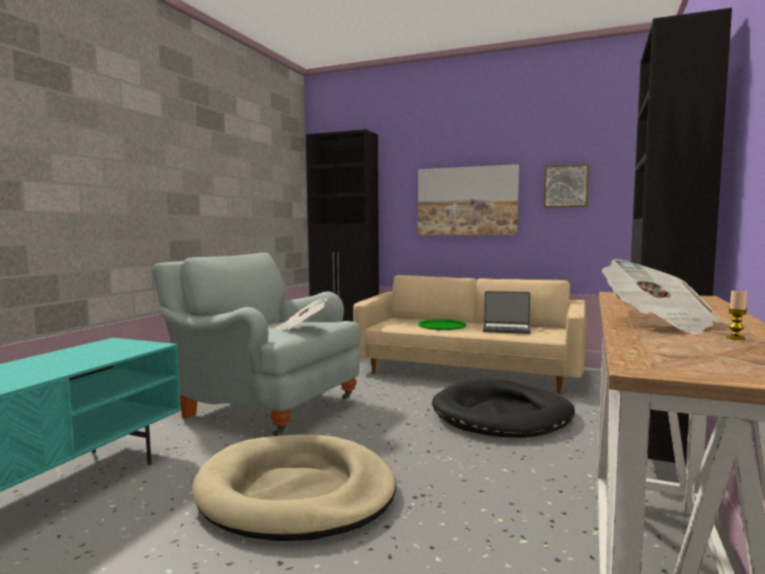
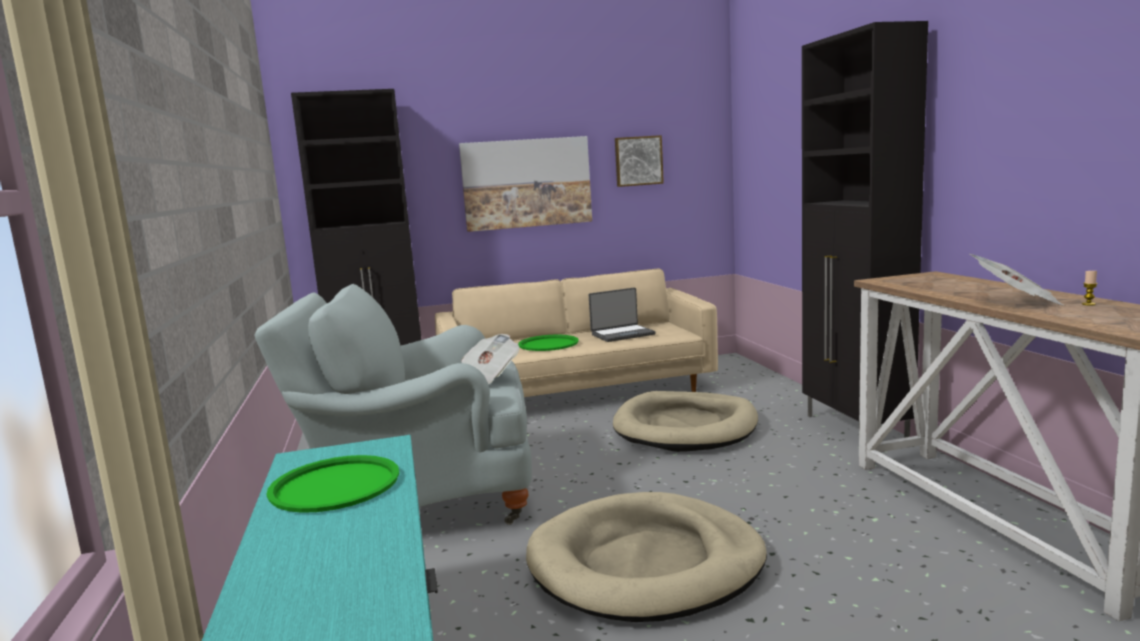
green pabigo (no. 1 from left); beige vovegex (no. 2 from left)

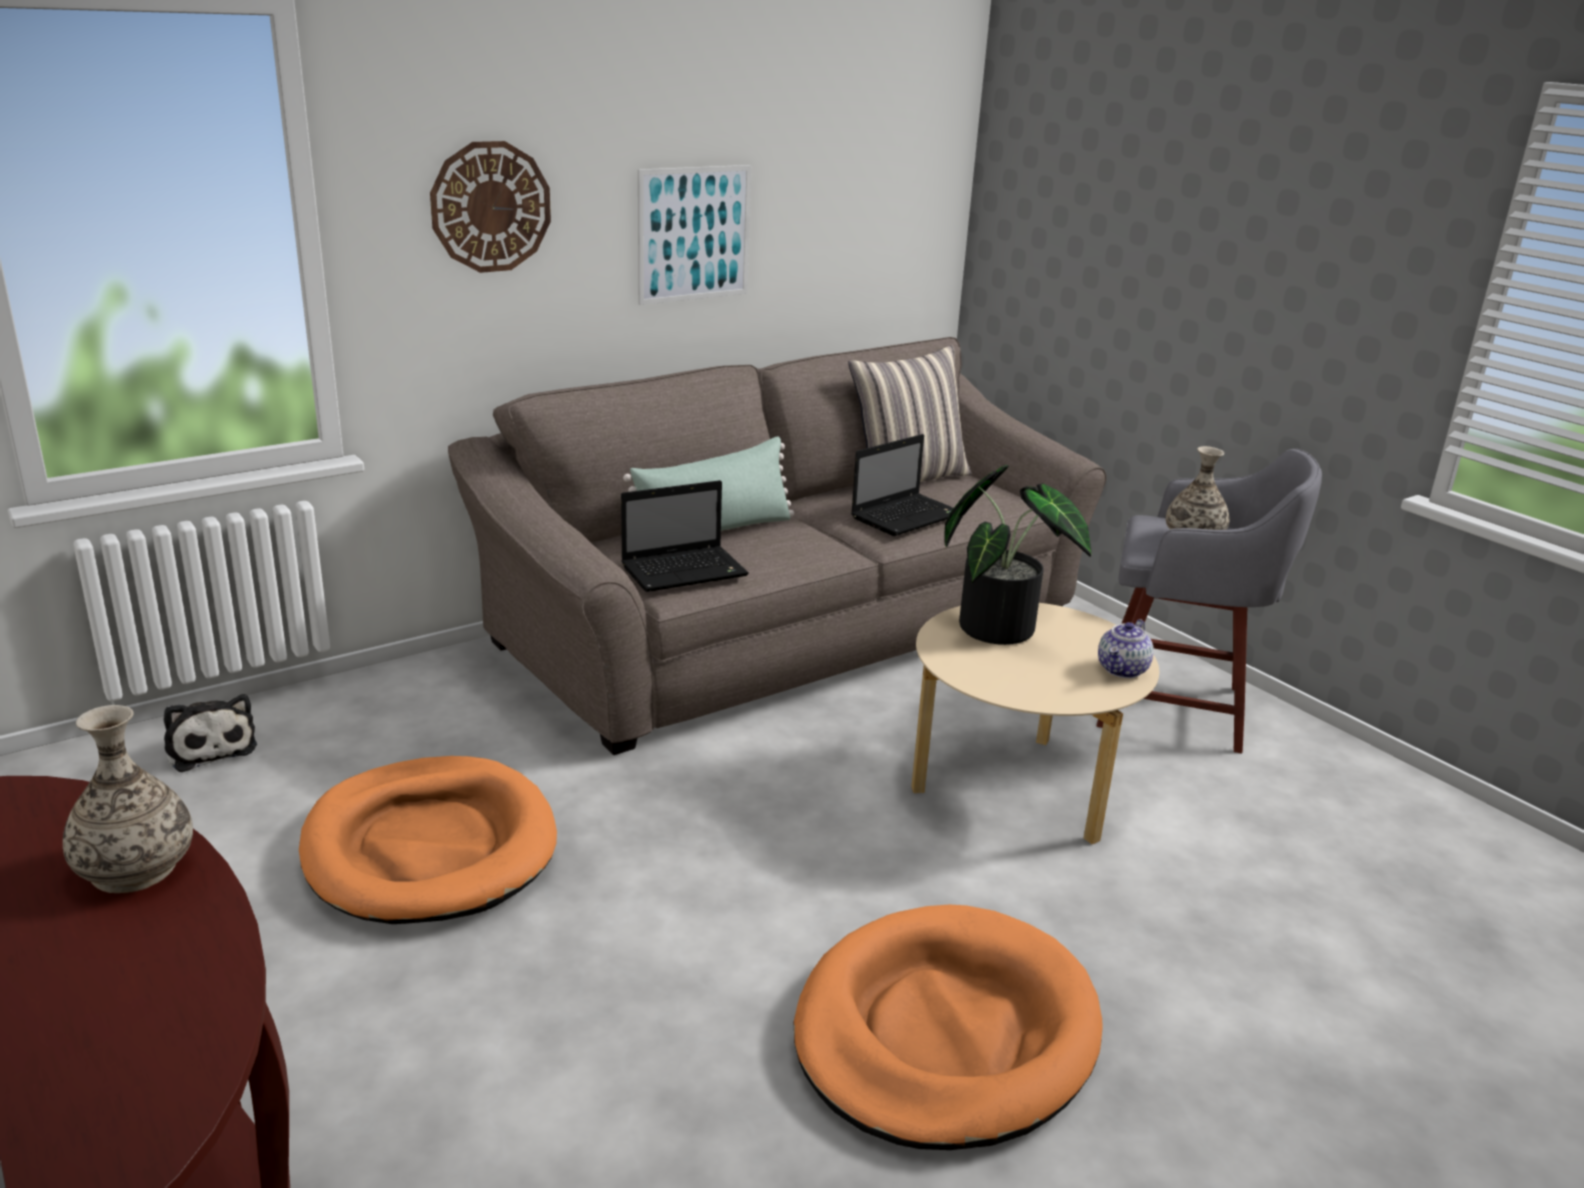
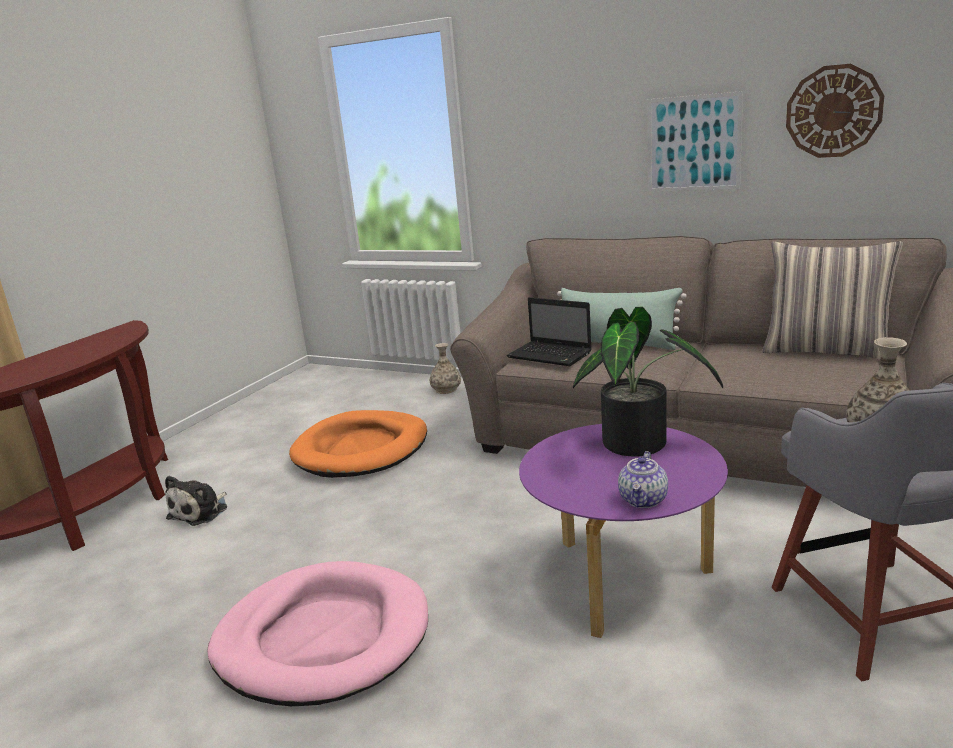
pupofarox (no. 2 from left in the first image); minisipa (no. 1 from left); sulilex; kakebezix; pink vovegex; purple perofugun; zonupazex

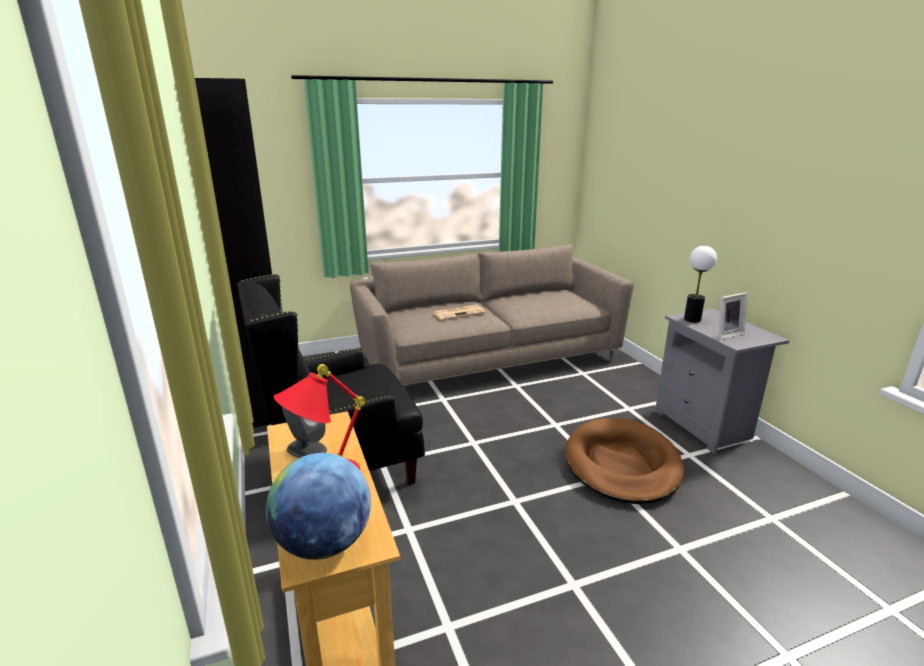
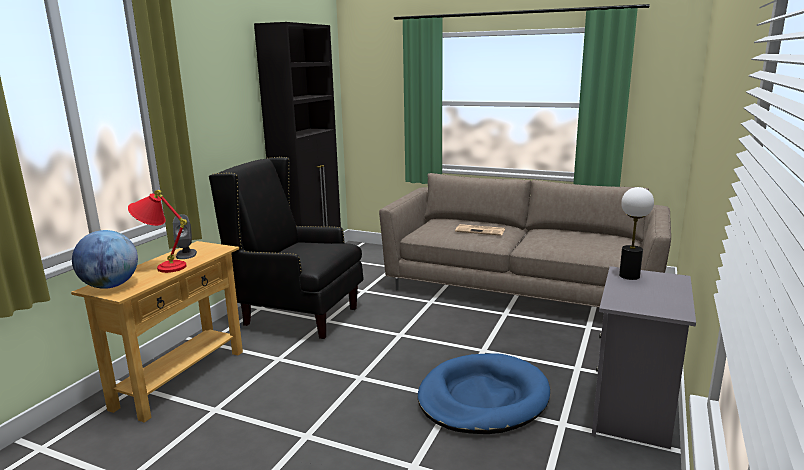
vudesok; blue vovegex

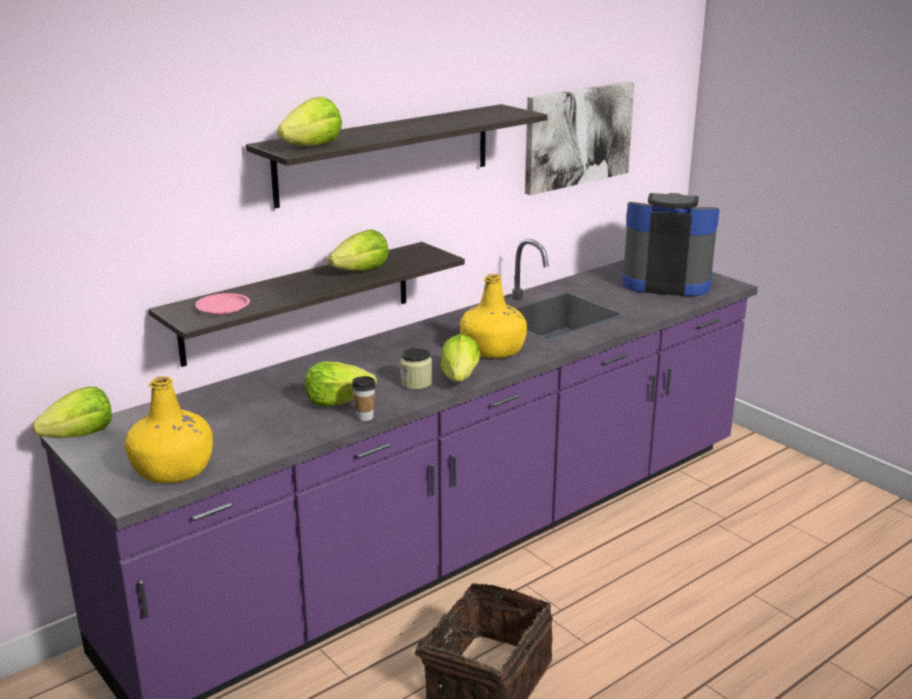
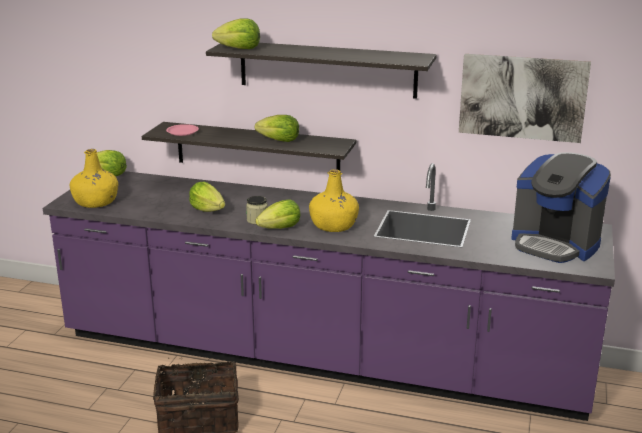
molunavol; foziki

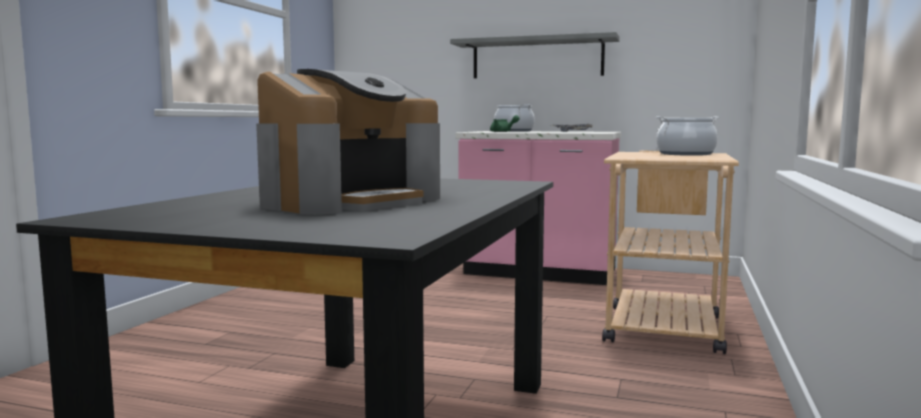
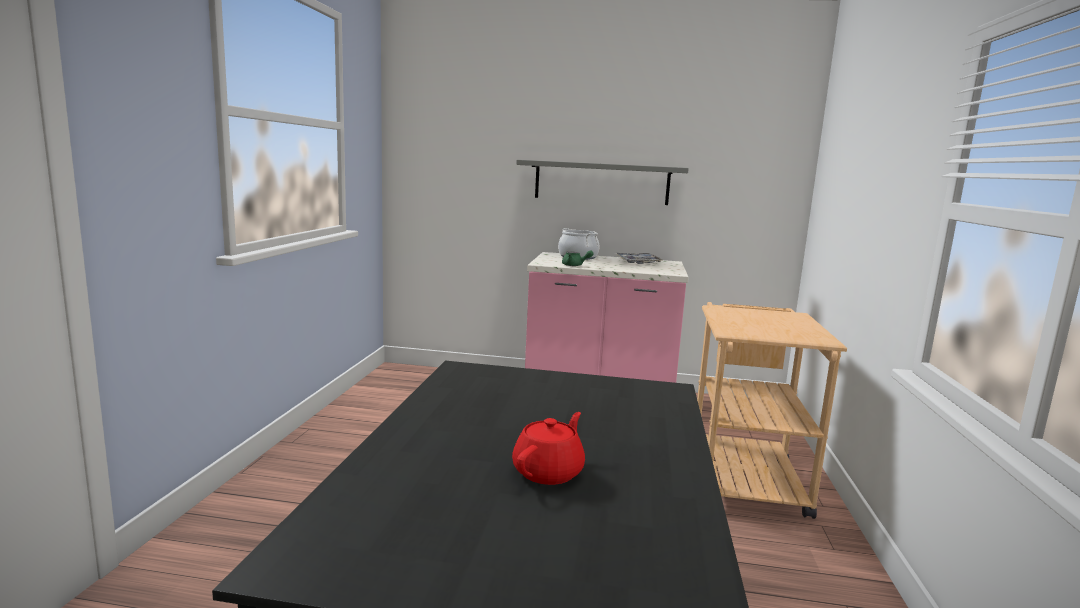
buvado (no. 2 from left in the first image); red zonupazex

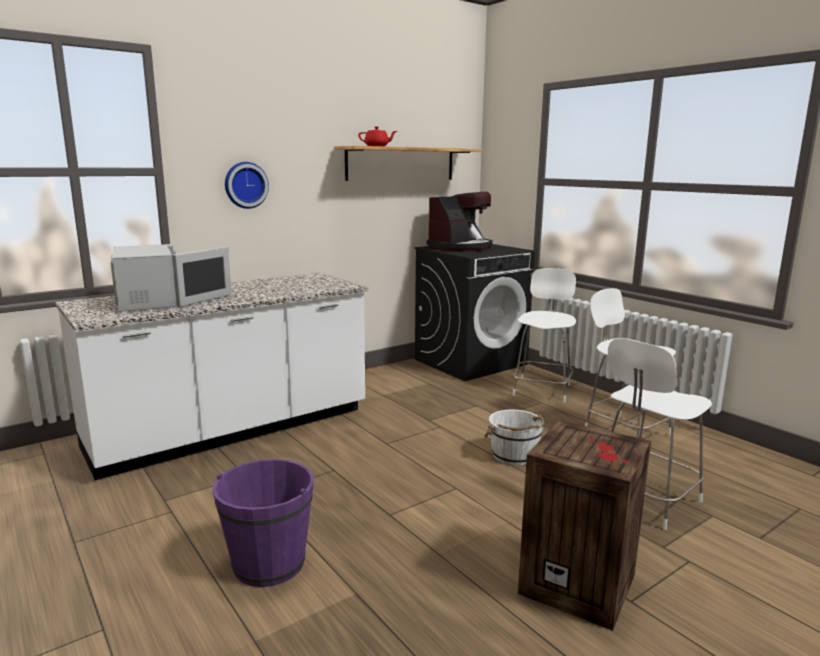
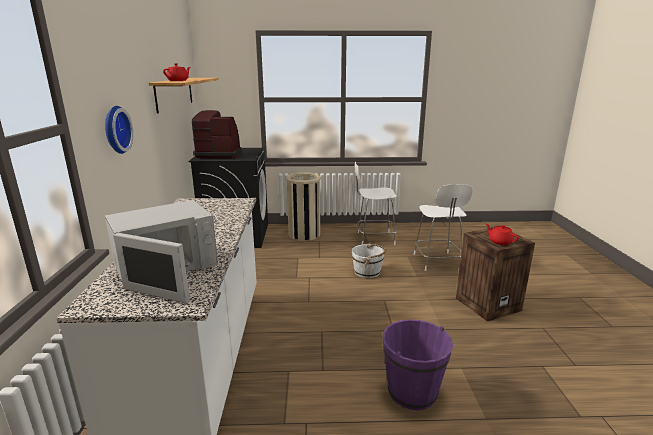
red zonupazex (no. 2 from left); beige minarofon; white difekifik; foziki

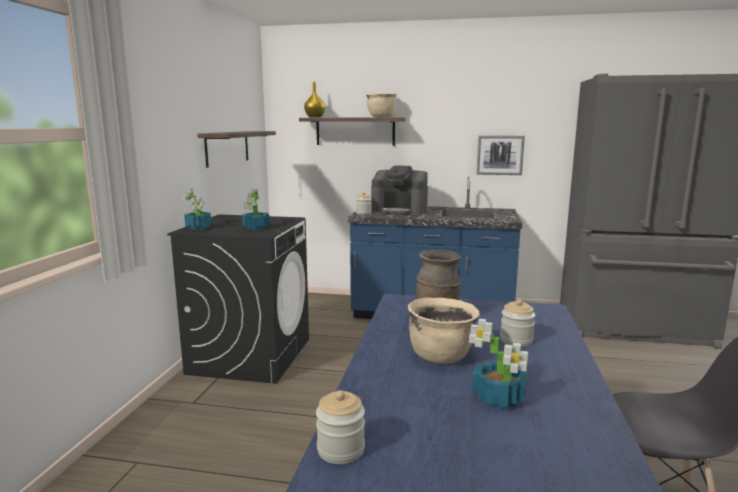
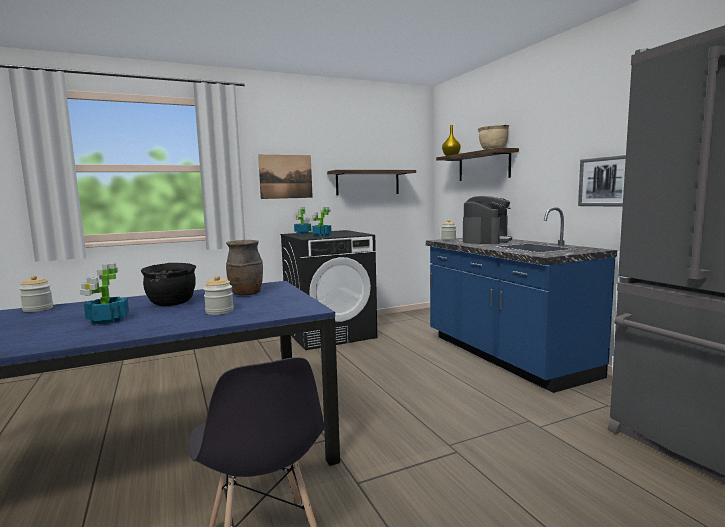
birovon (no. 1 from left); black buvado; foziki

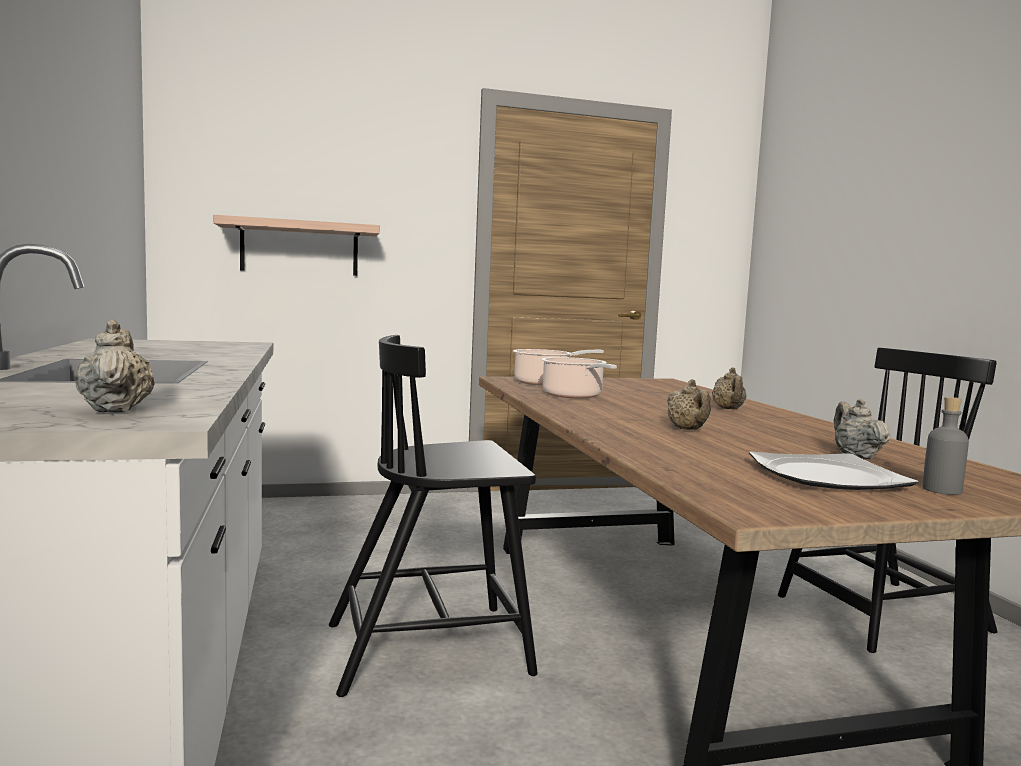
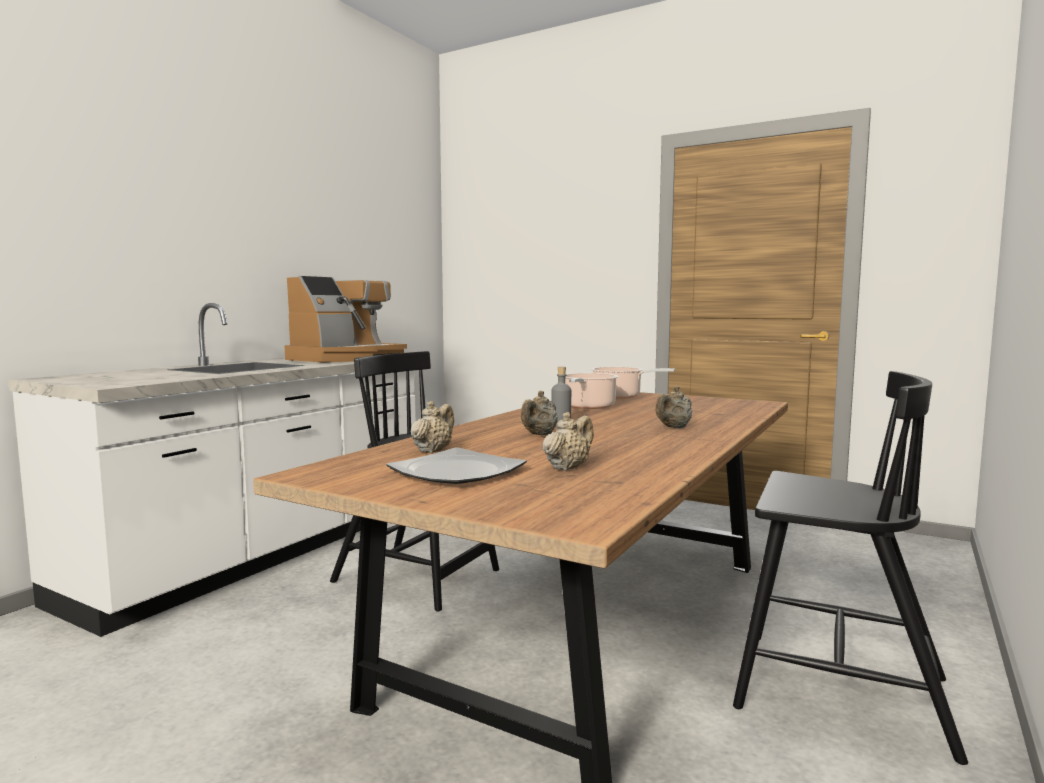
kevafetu; foziki; beige zonupazex (no. 1 from left); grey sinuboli

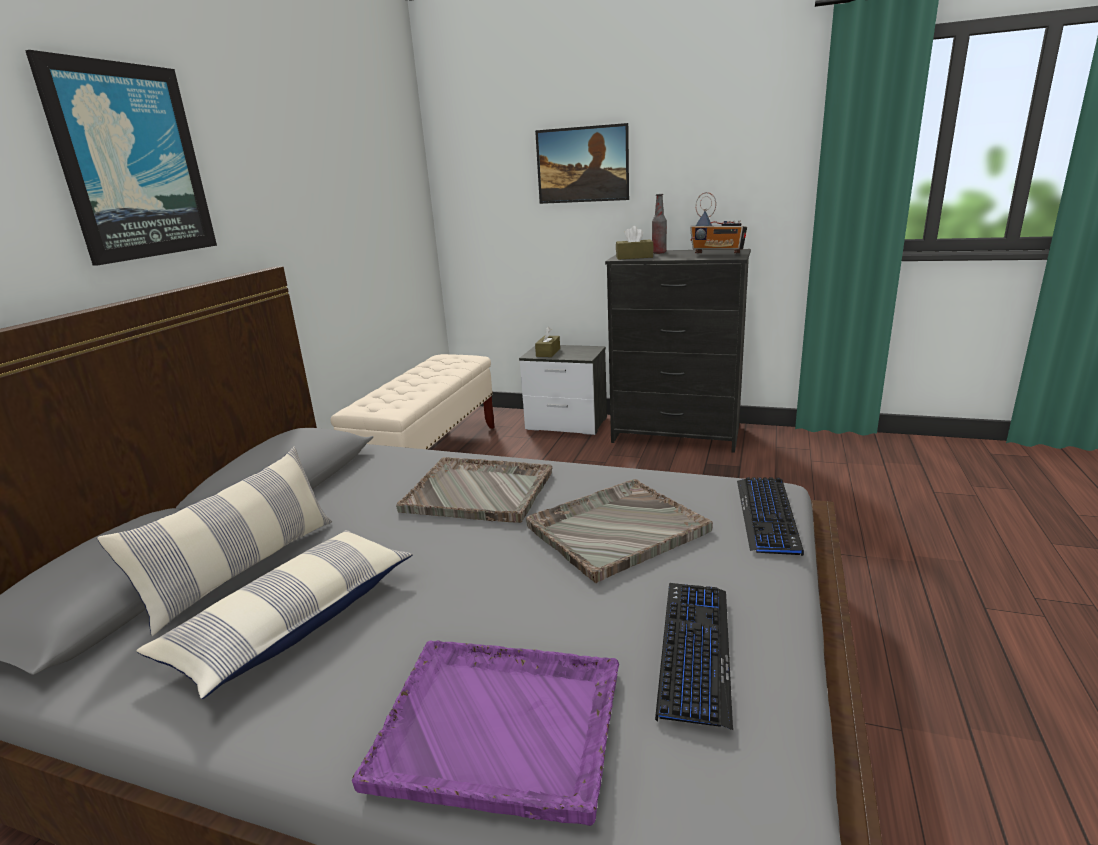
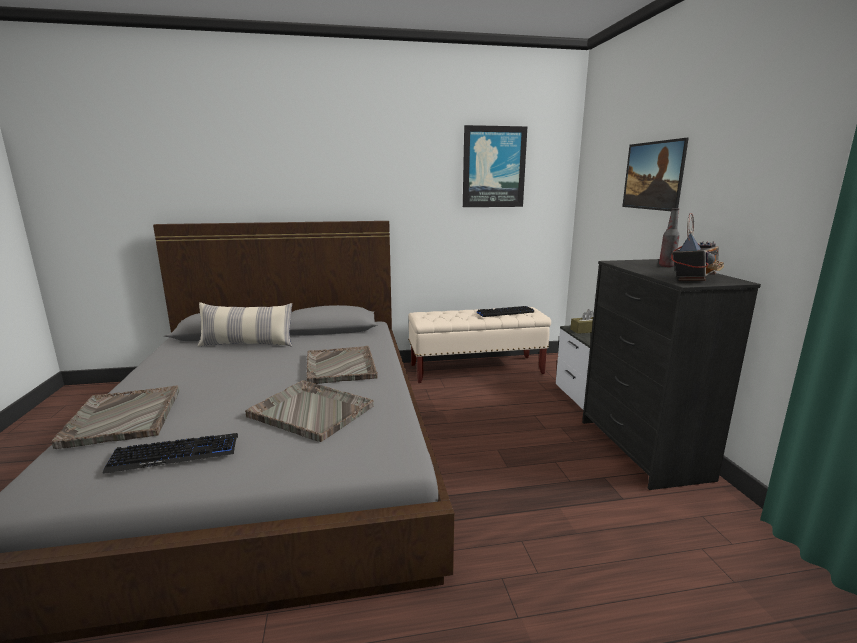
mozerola (no. 2 from left in the first image); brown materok (no. 2 from left in the first image); birovon (no. 1 from left); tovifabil (no. 2 from left); grey pabigo (no. 1 from left); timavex

